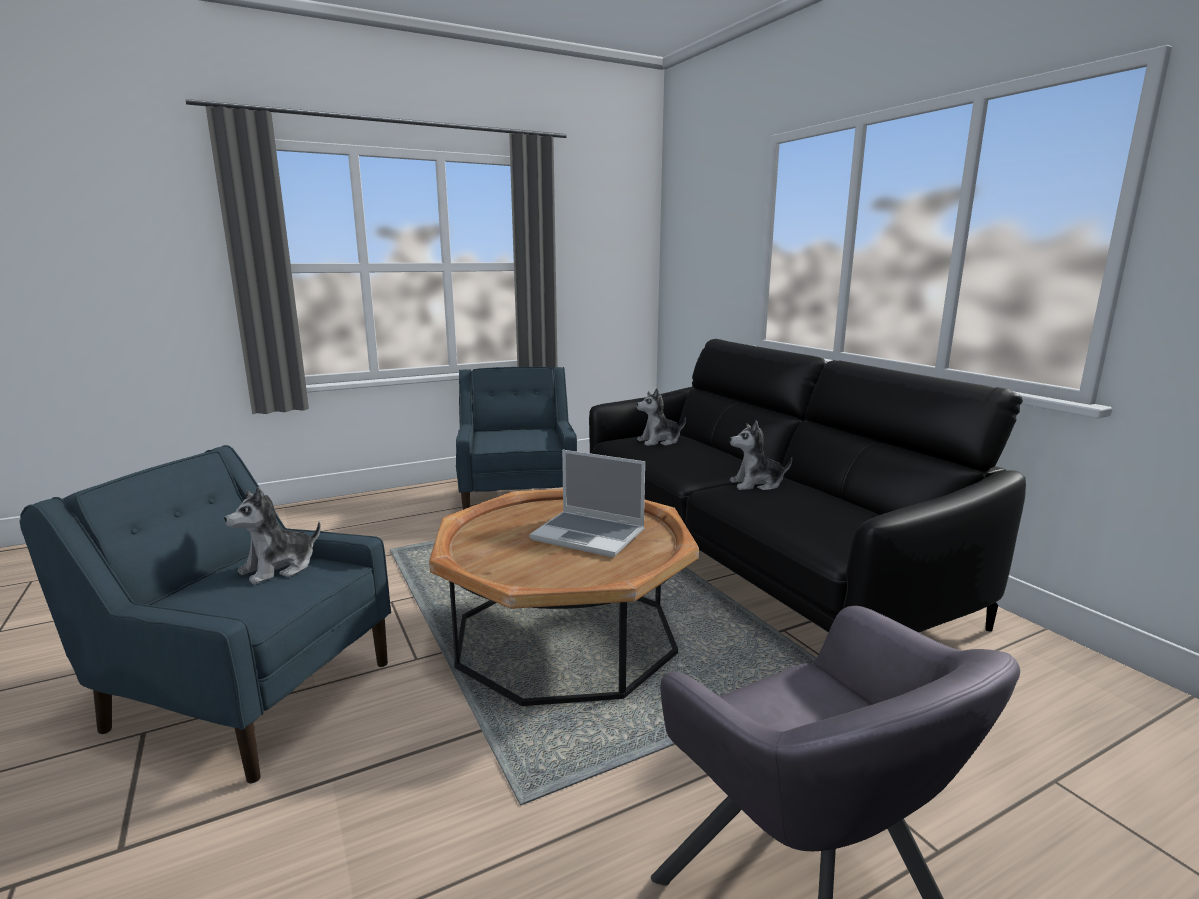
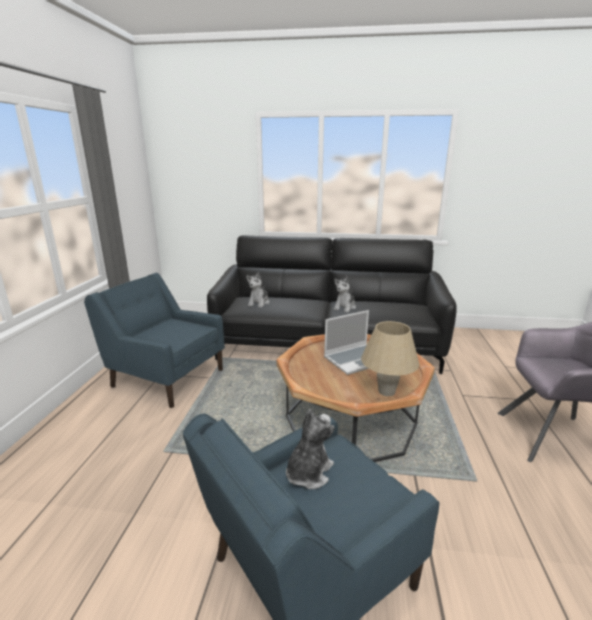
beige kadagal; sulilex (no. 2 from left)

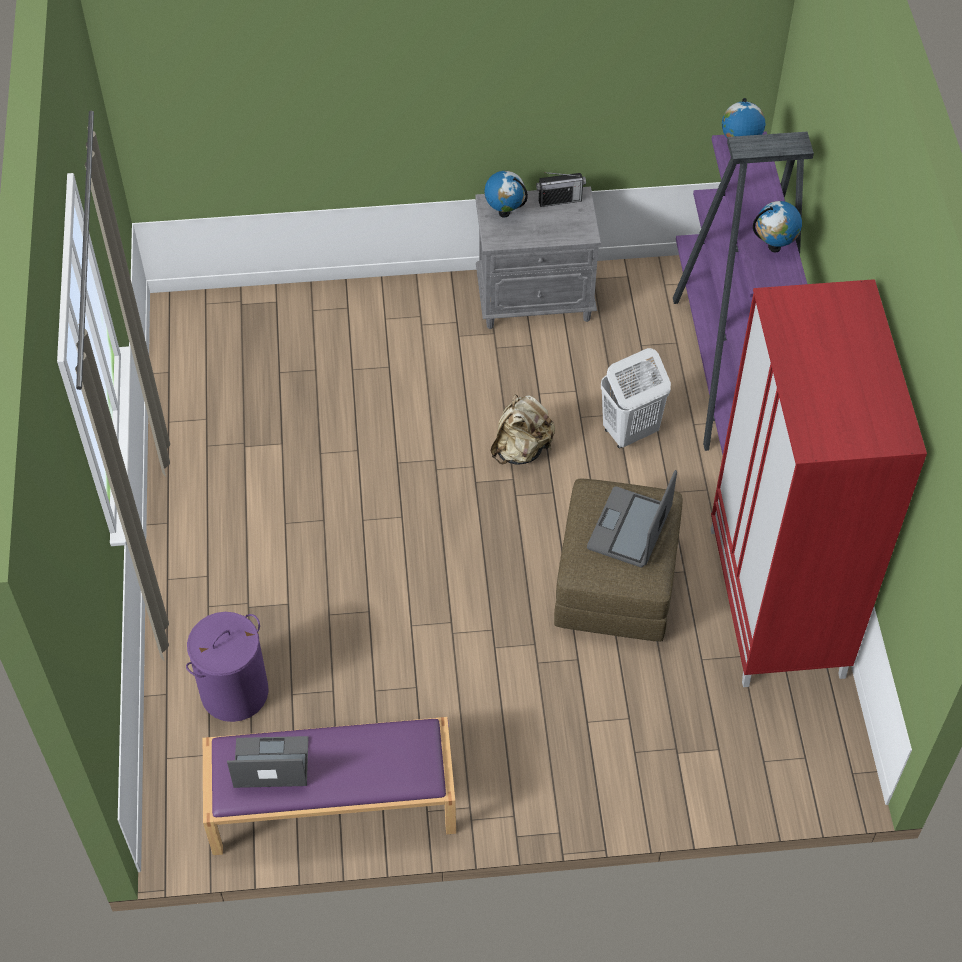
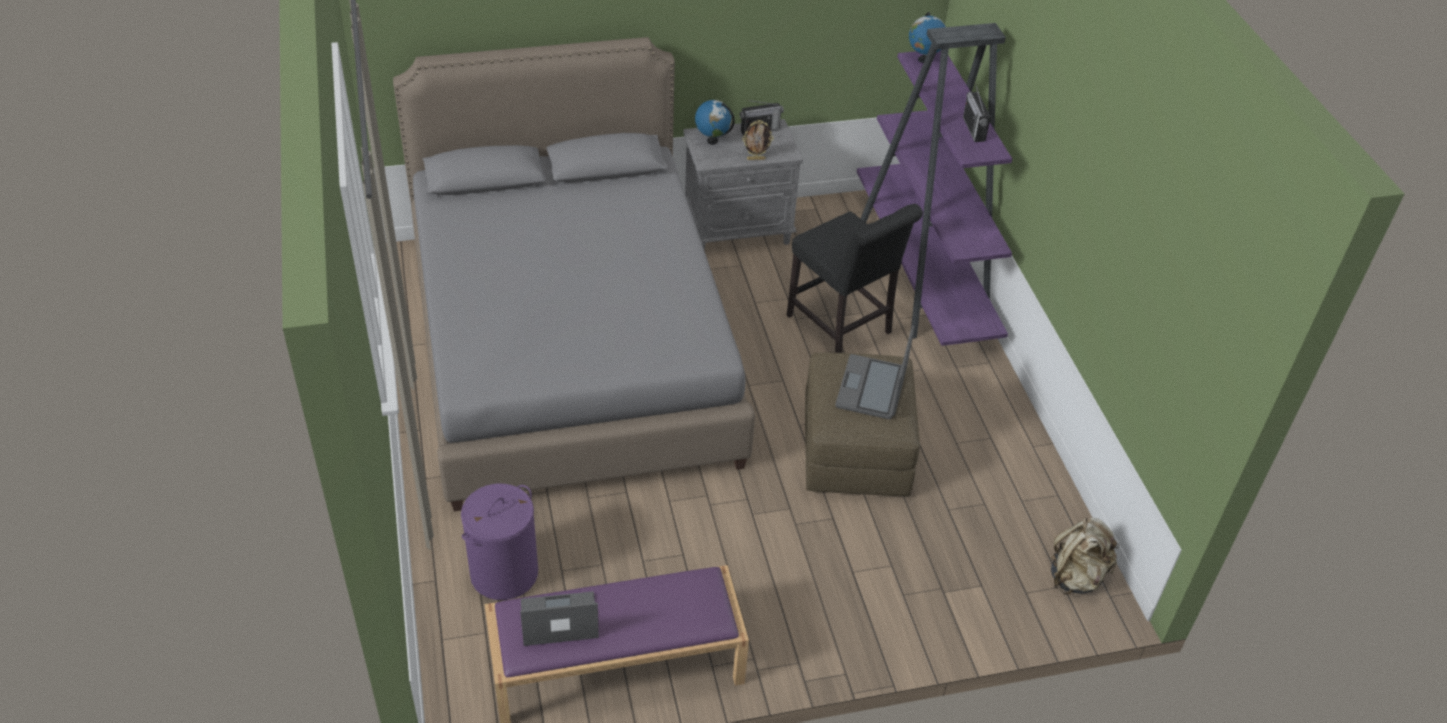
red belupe; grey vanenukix; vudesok; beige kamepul; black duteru; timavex (no. 2 from left)

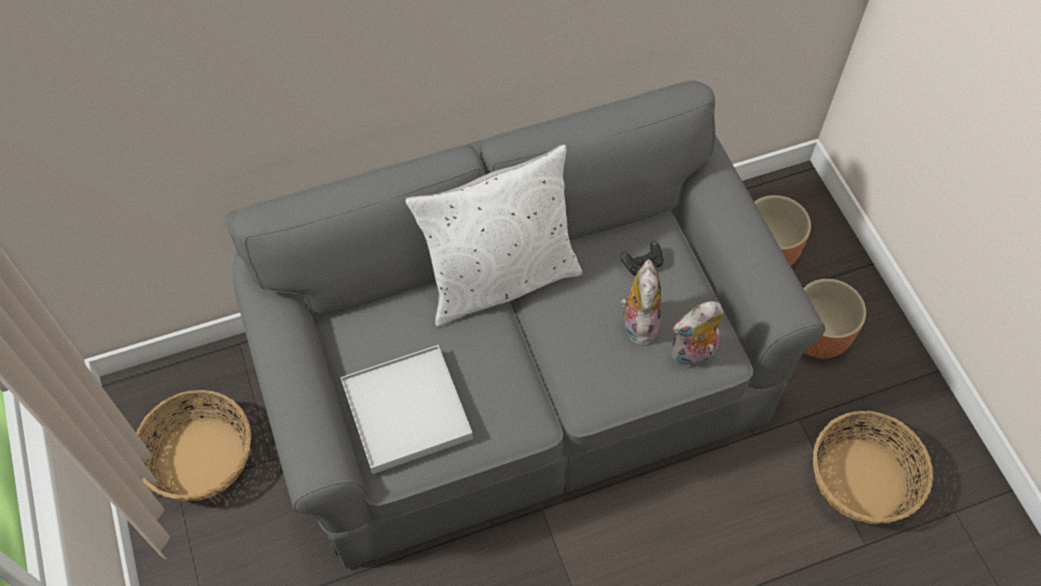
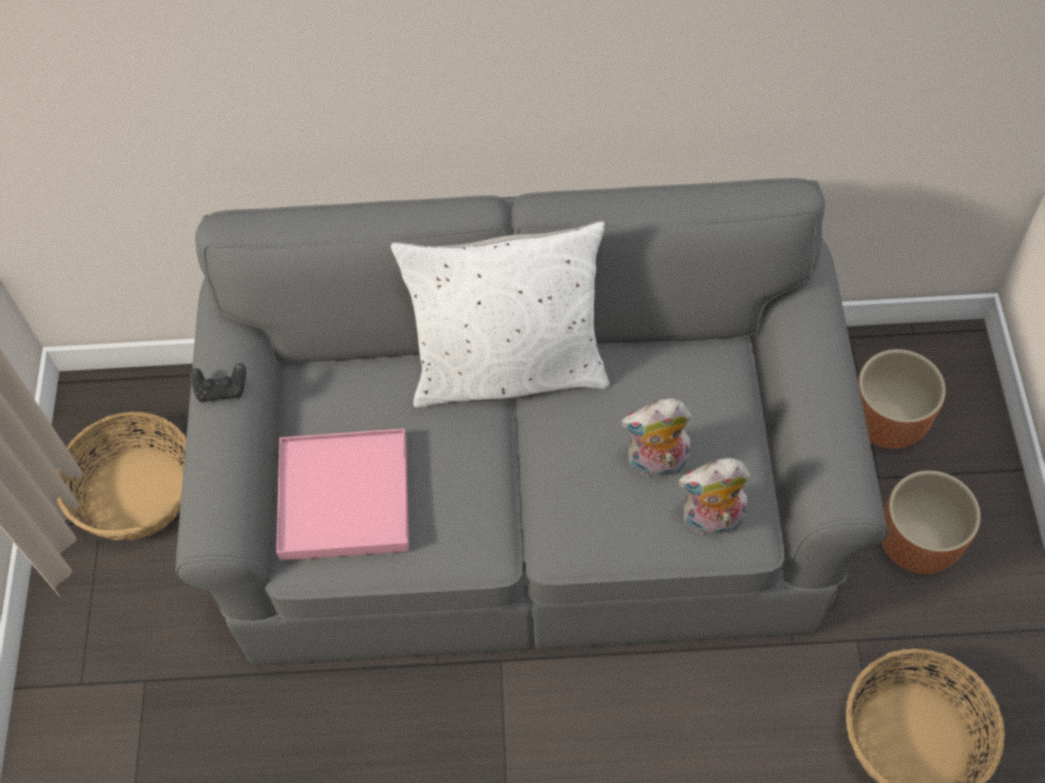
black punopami; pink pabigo; sulilex (no. 1 from left)

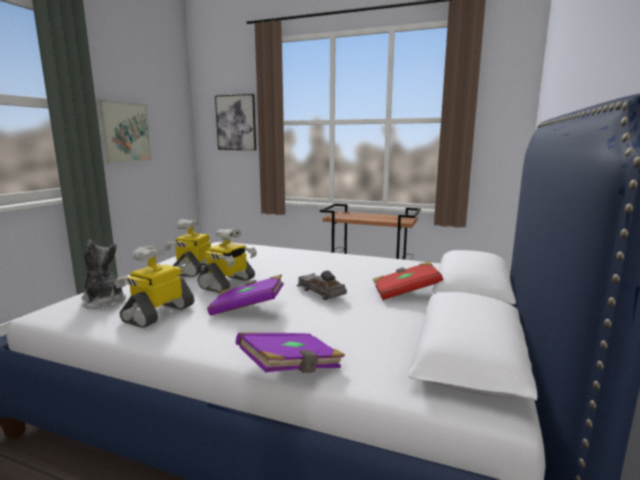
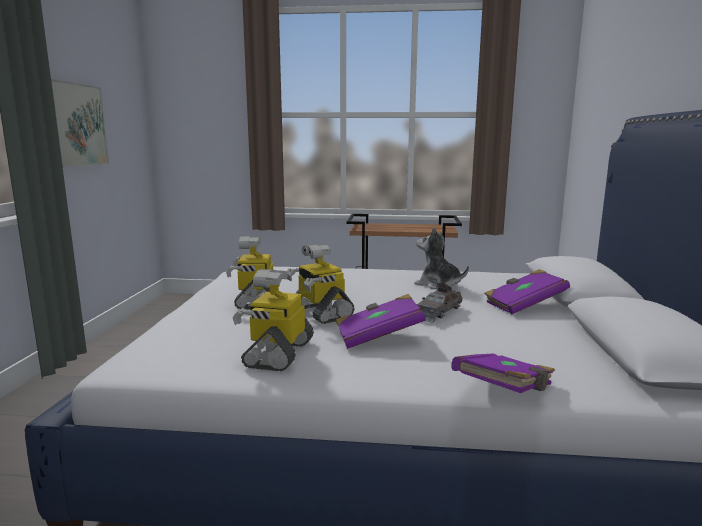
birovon (no. 2 from left in the first image); sulilex; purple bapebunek (no. 3 from left); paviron (no. 3 from left); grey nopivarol

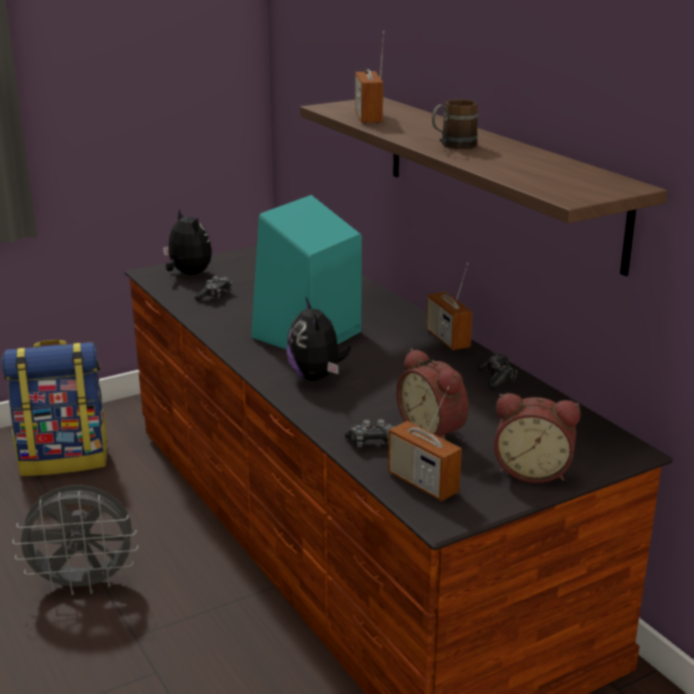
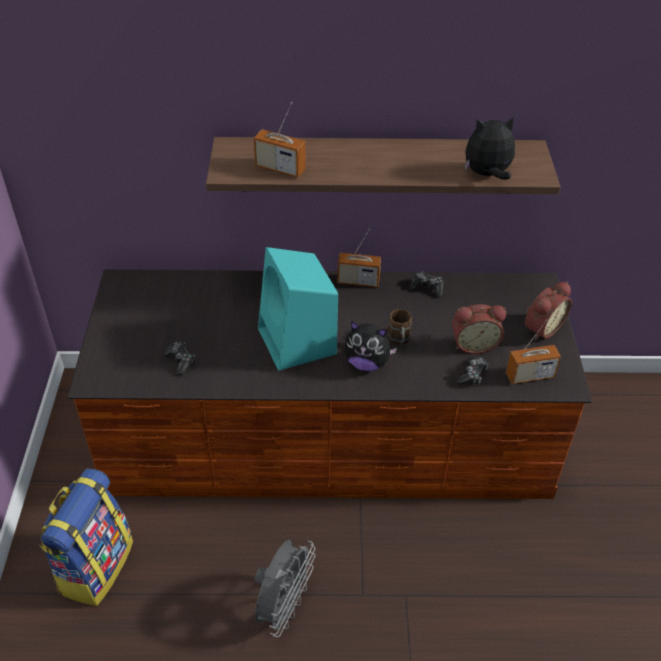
sulilex (no. 2 from left); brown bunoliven

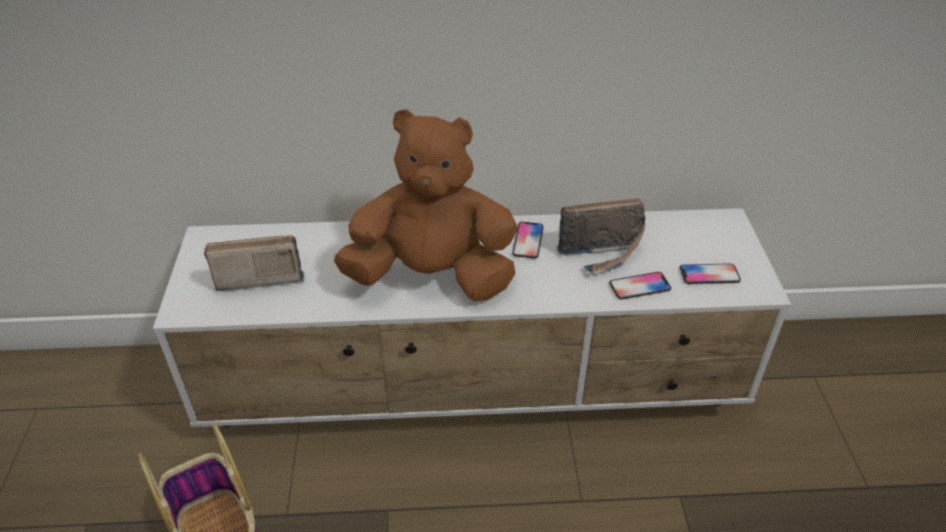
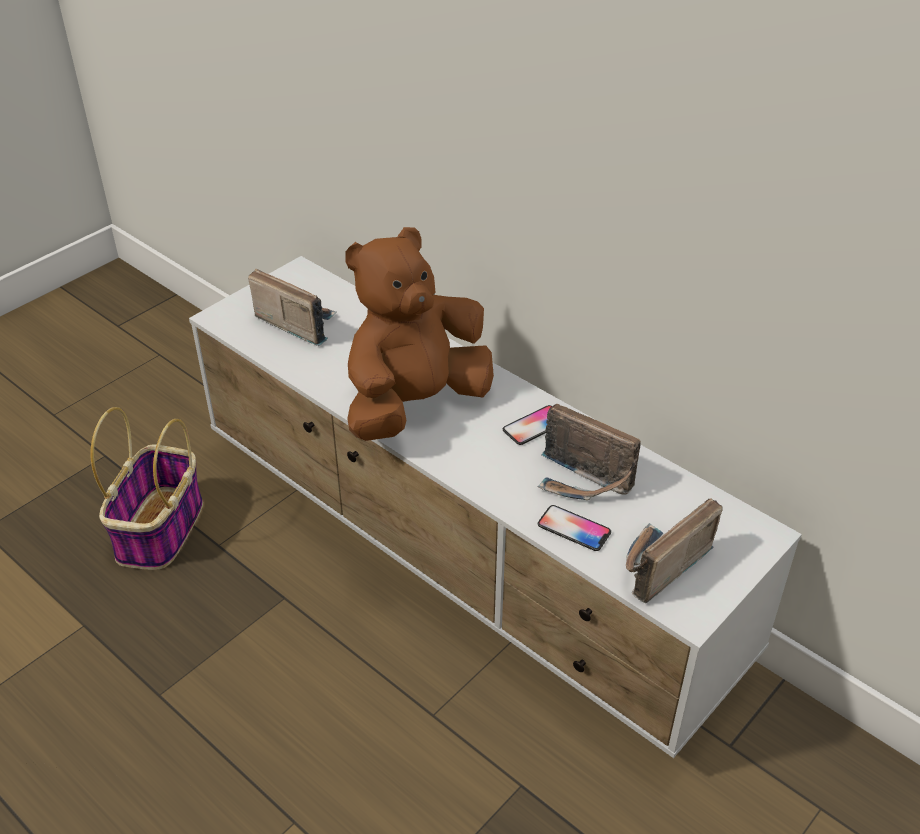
timavex (no. 3 from left); brown sulilex

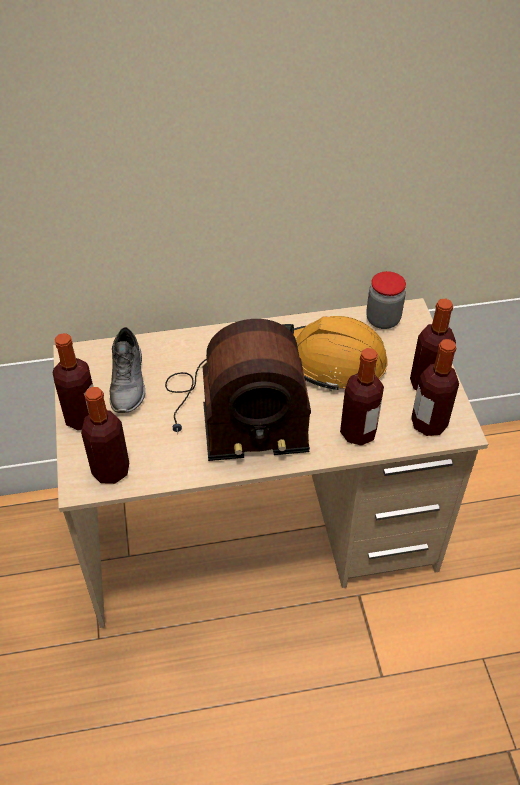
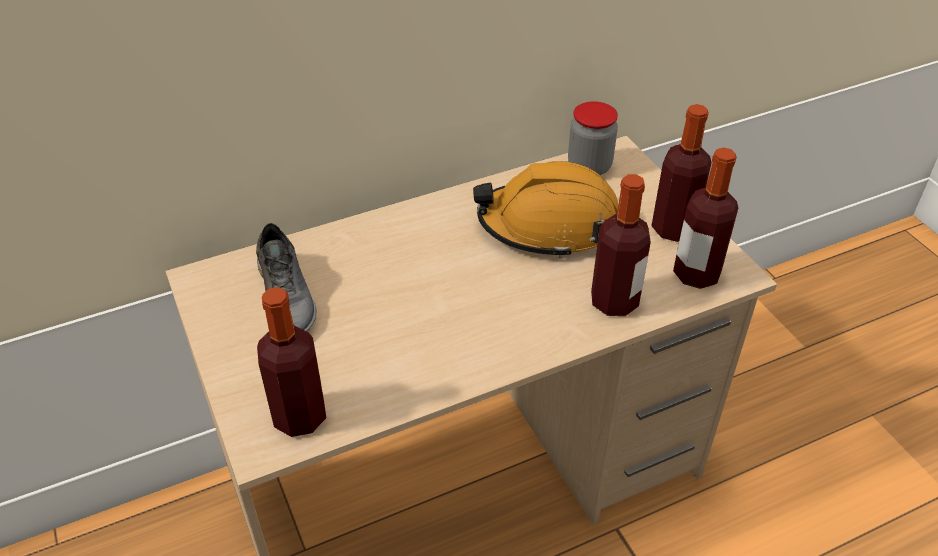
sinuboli (no. 1 from left in the first image); timavex

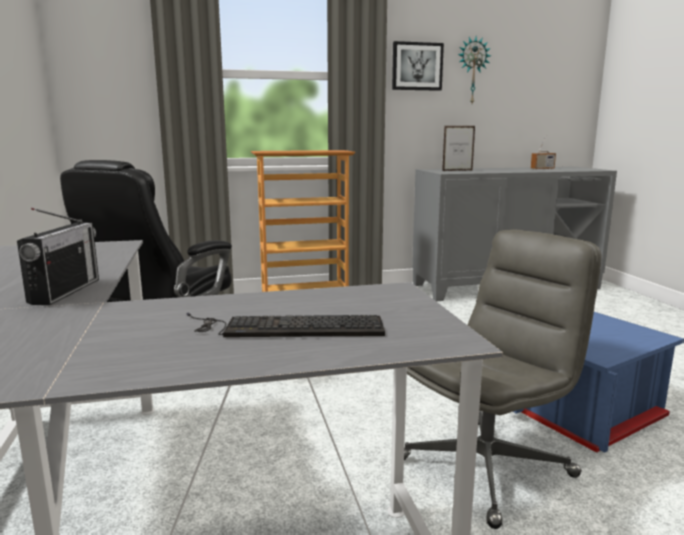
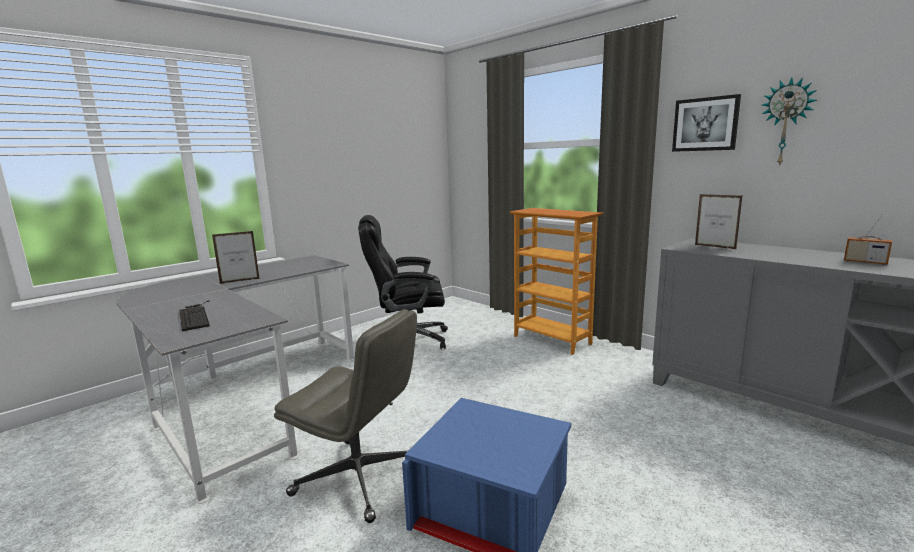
vudesok (no. 1 from left)

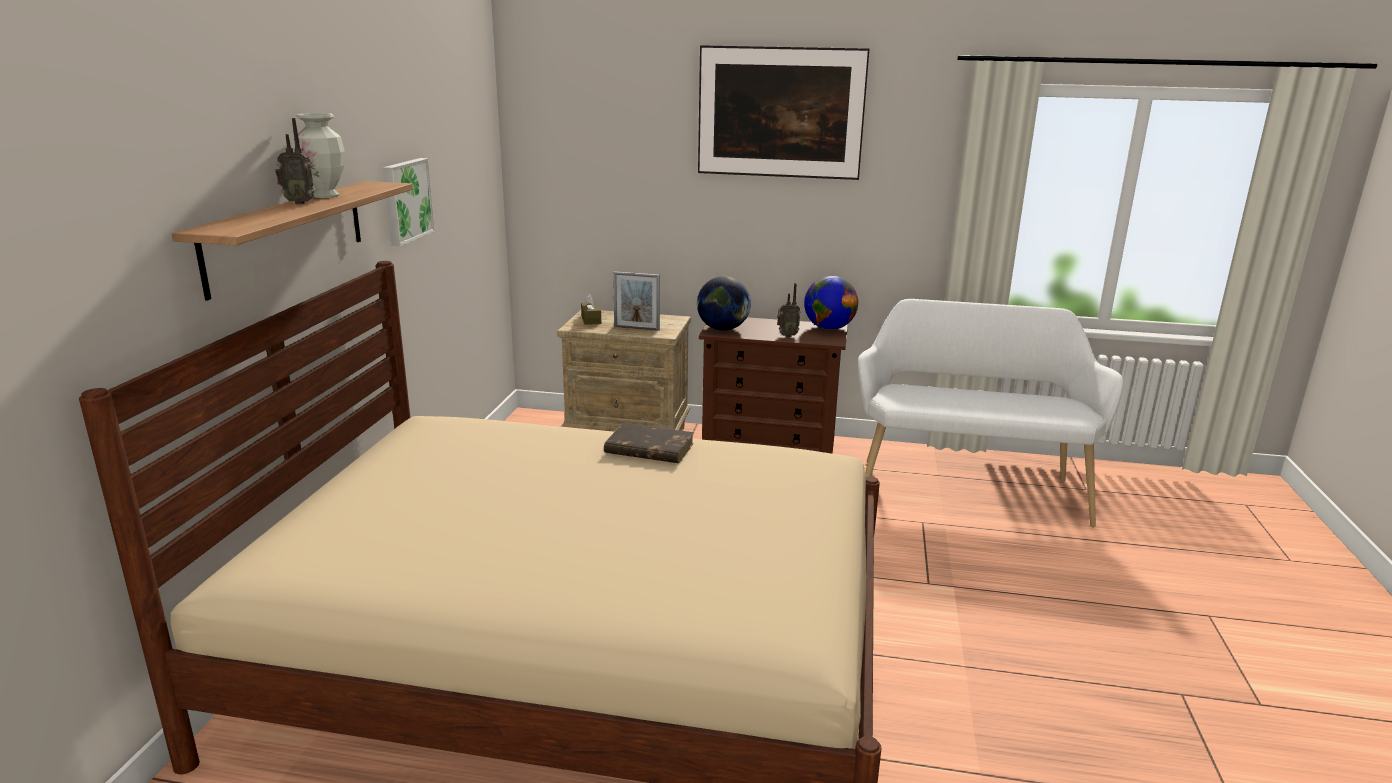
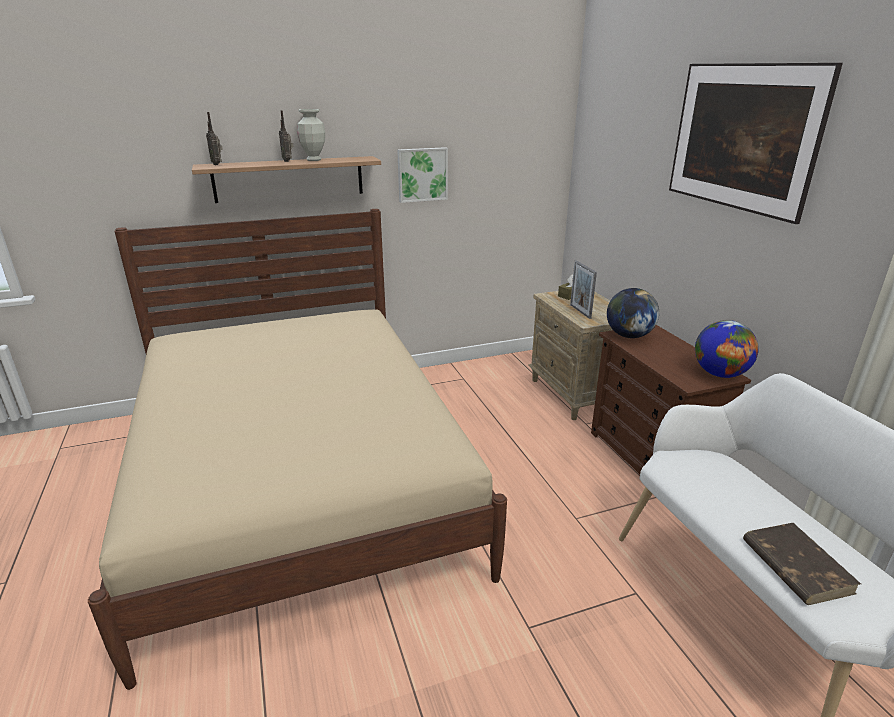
brown bapebunek; timavex (no. 1 from left)

